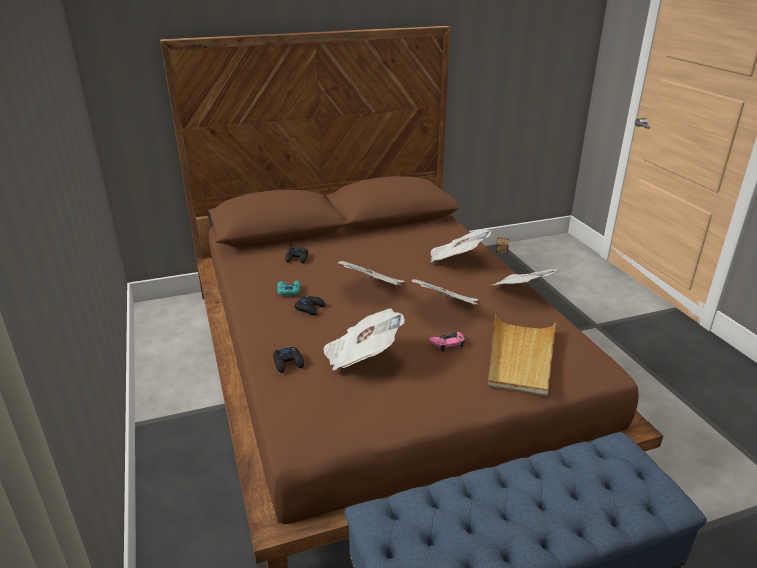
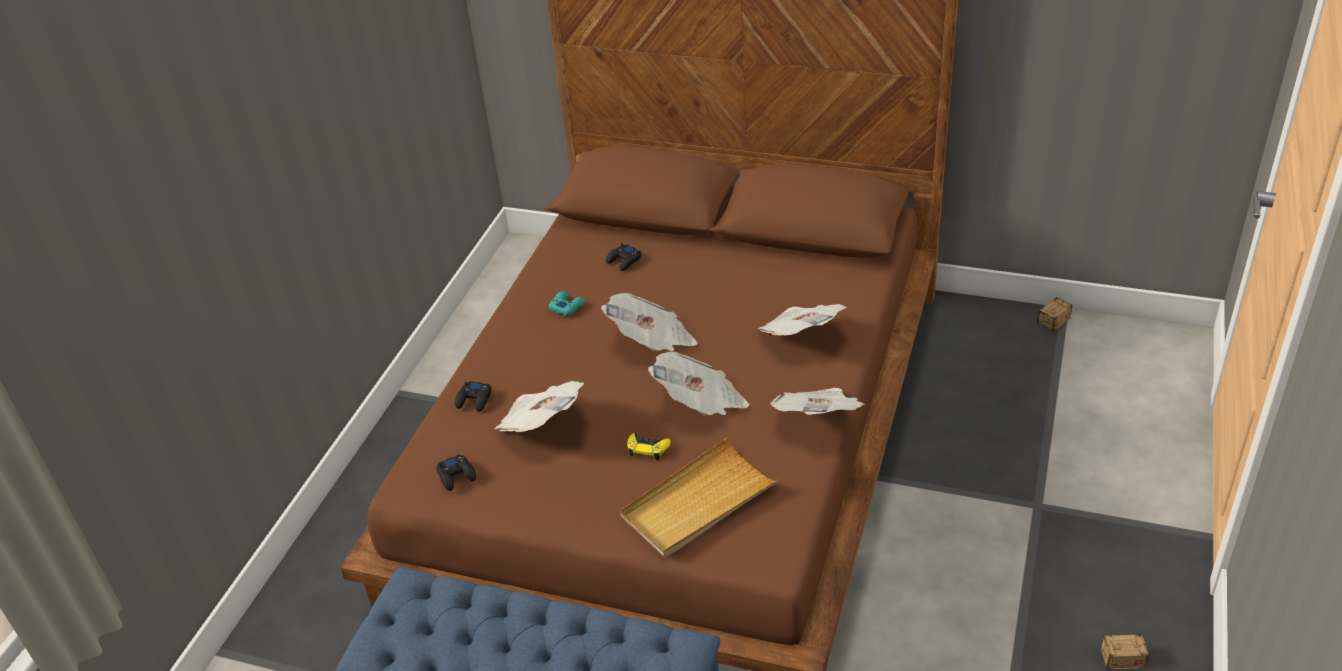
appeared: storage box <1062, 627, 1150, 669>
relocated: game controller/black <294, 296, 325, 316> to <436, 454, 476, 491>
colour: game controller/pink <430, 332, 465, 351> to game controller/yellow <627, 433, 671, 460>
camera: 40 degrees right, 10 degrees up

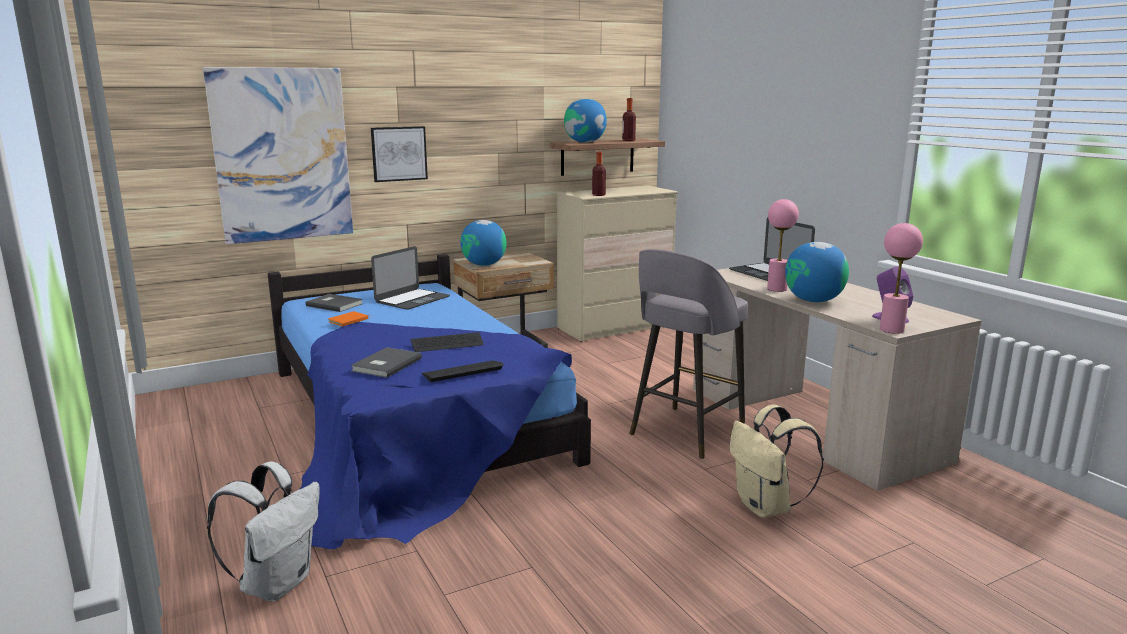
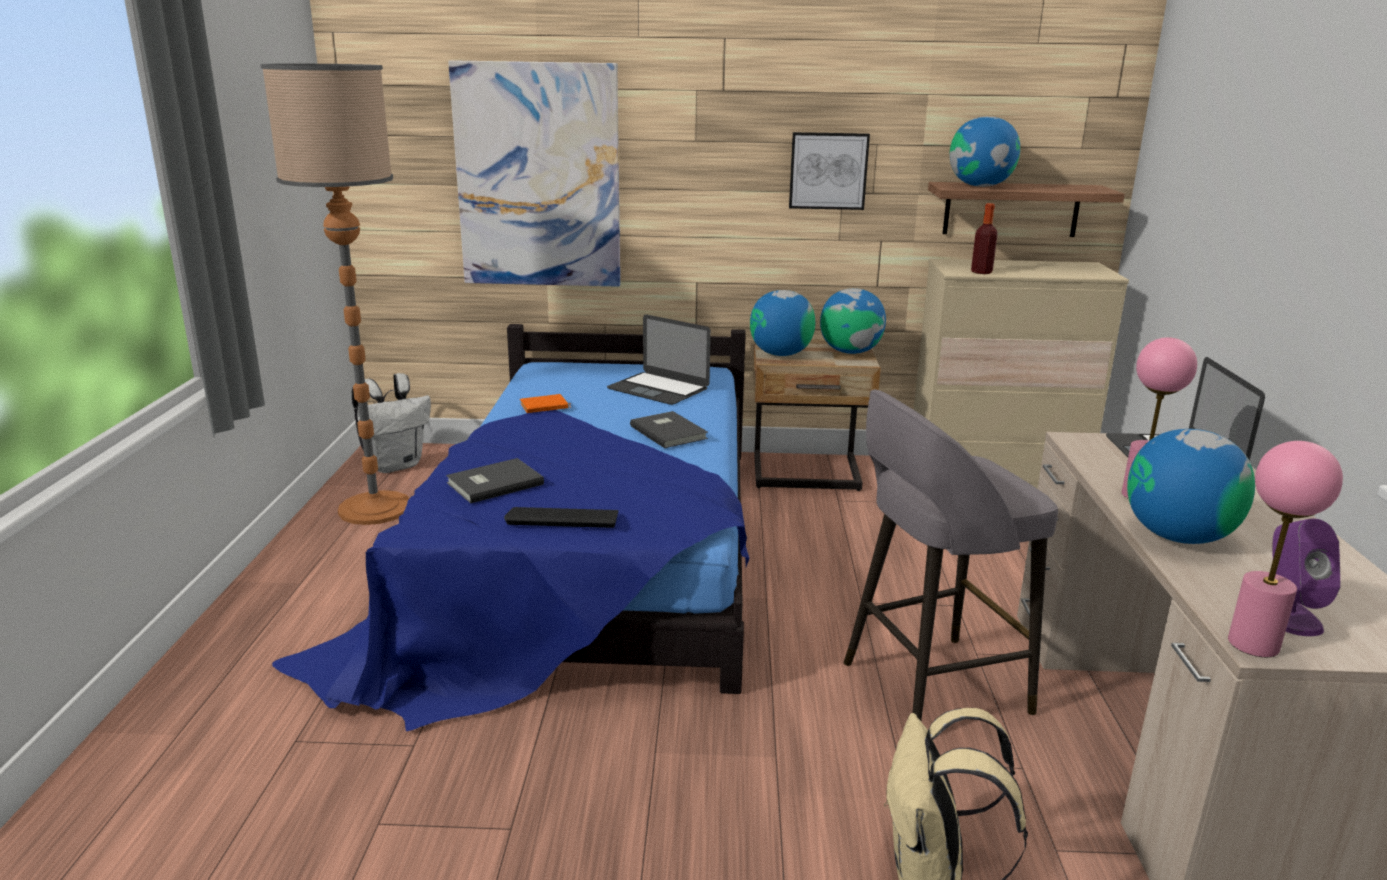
missing: keyboard <411, 332, 483, 352>; bottle <622, 98, 636, 141>
appeared: floor lamp <260, 64, 410, 525>; globe <820, 288, 886, 354>
relocated: backpack/white <207, 462, 320, 602> to <352, 373, 431, 473>; book/grey <305, 294, 363, 312> to <630, 411, 708, 448>; picture <371, 126, 428, 182> to <789, 132, 870, 210>
spun: laptop <371, 246, 450, 310> = <607, 314, 711, 405> 60 degrees clockwise
camera: 30 degrees right, 5 degrees up

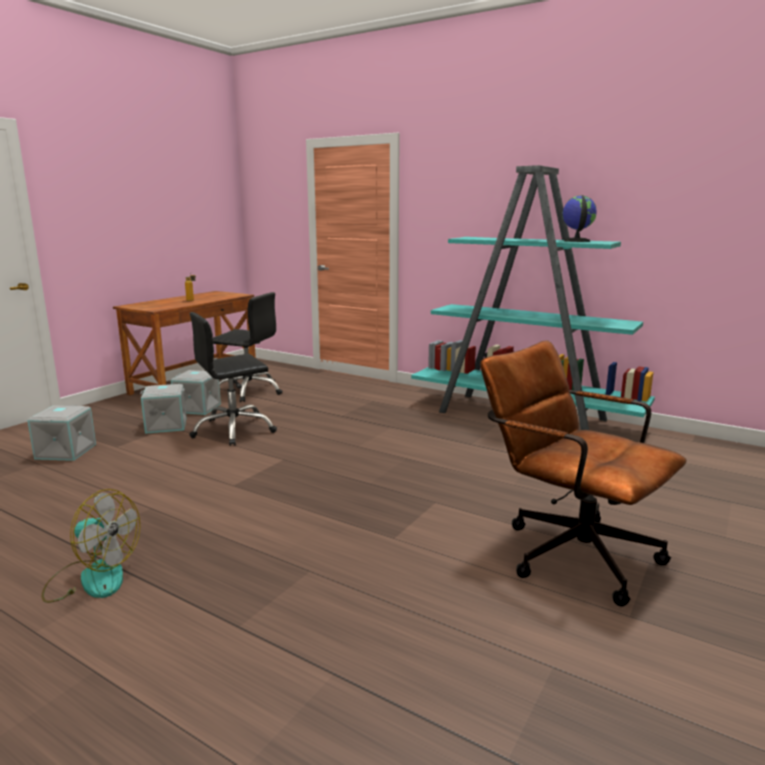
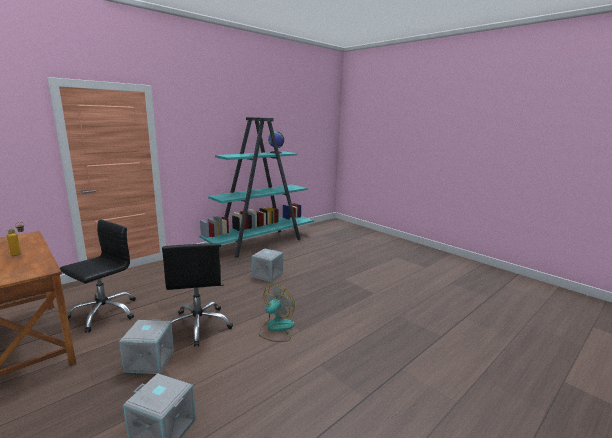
missing: office chair/brown <480, 340, 687, 606>
relocated: storage box/grey <171, 370, 221, 415> to <252, 248, 283, 282>; fan <42, 489, 140, 603> to <259, 284, 295, 342>
camera: 75 degrees left, 0 degrees up

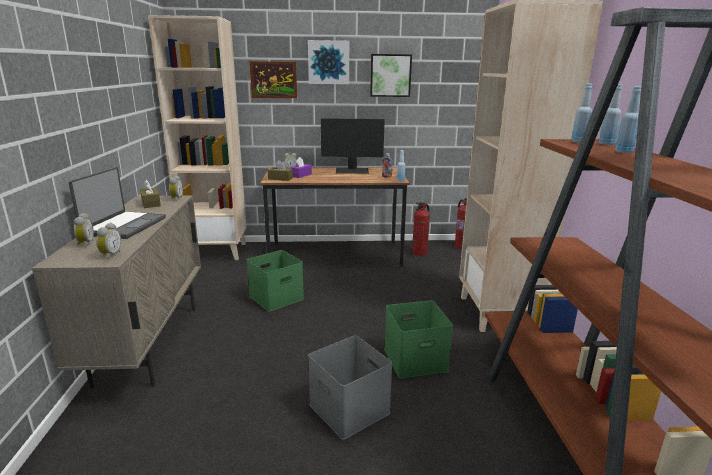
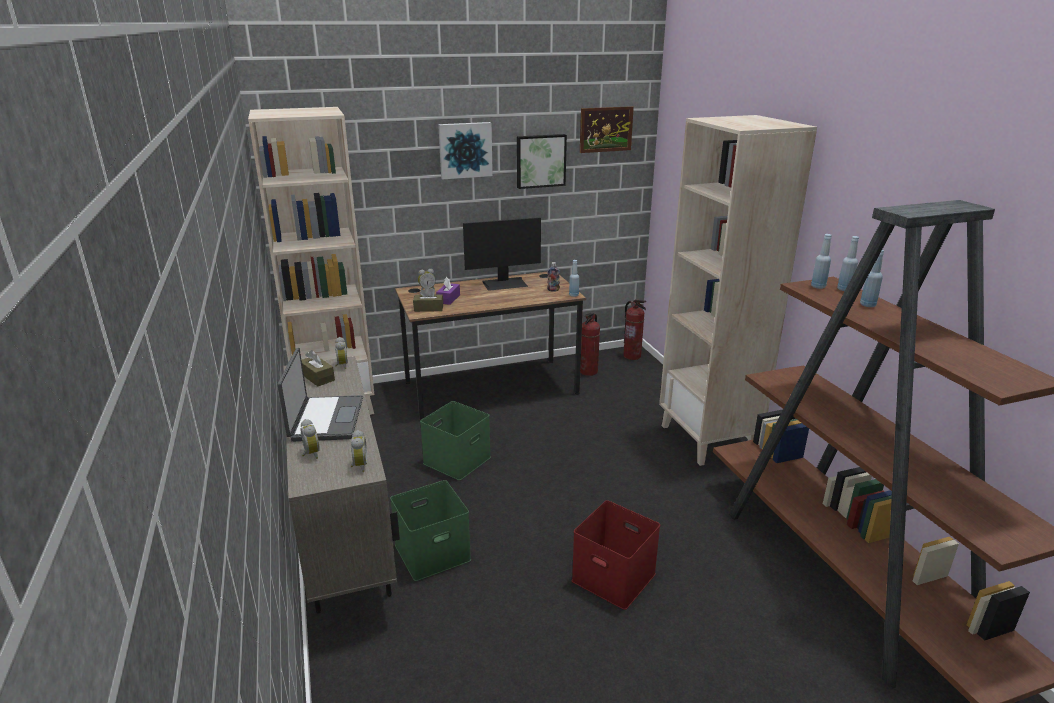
relocated: storage box/green <384, 300, 453, 379> to <390, 480, 471, 581>; picture <249, 61, 297, 98> to <580, 106, 634, 153>
colour: storage box/grey <308, 335, 392, 440> to storage box/red <572, 500, 660, 610>
camera: 15 degrees left, 5 degrees up

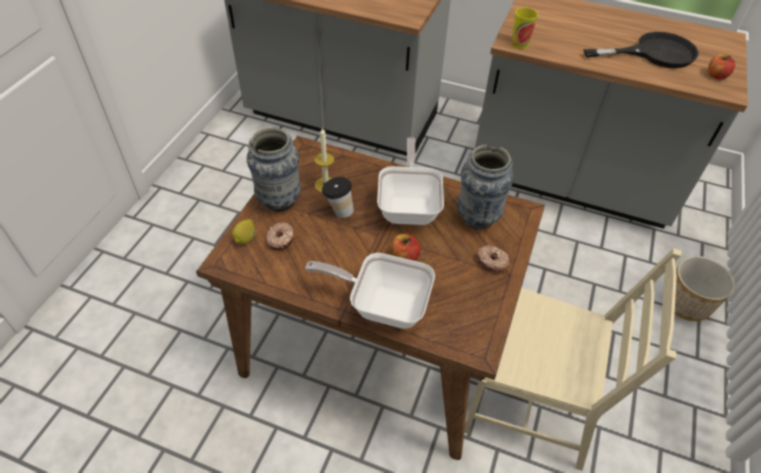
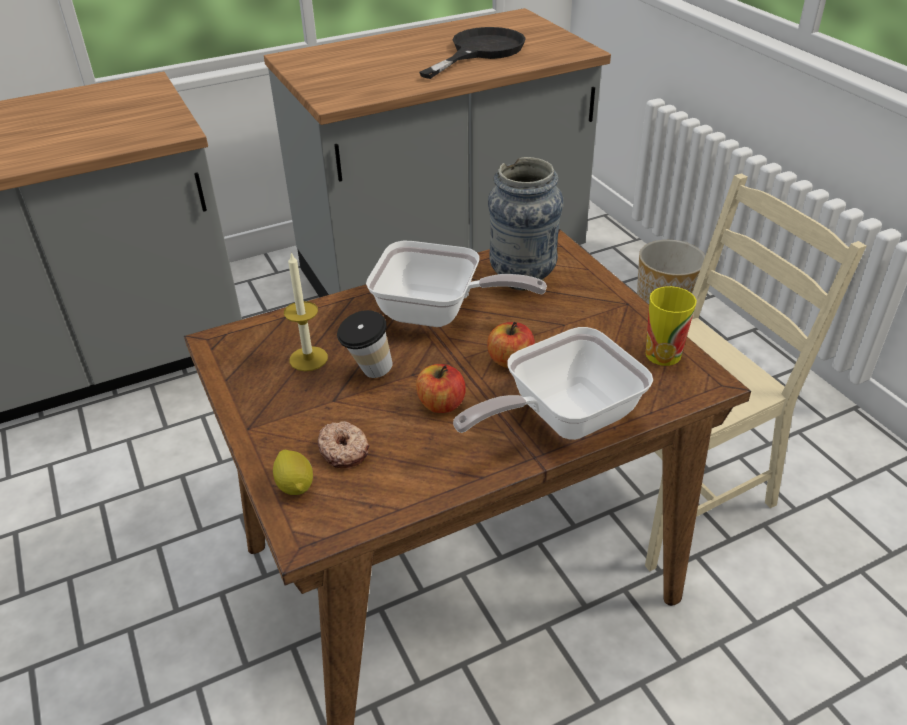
missing: vase <247, 127, 301, 212>; donut <477, 245, 511, 273>
relocated: apple <708, 54, 735, 79> to <416, 364, 466, 413>; cup <511, 7, 538, 49> to <646, 286, 697, 366>
spun: frying pan <377, 137, 444, 225> = <366, 241, 547, 327> 150 degrees clockwise
camera: 45 degrees left, 10 degrees down

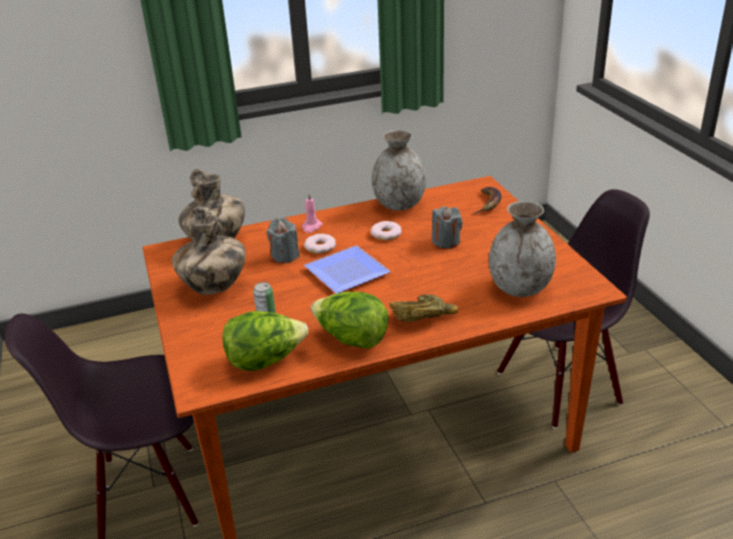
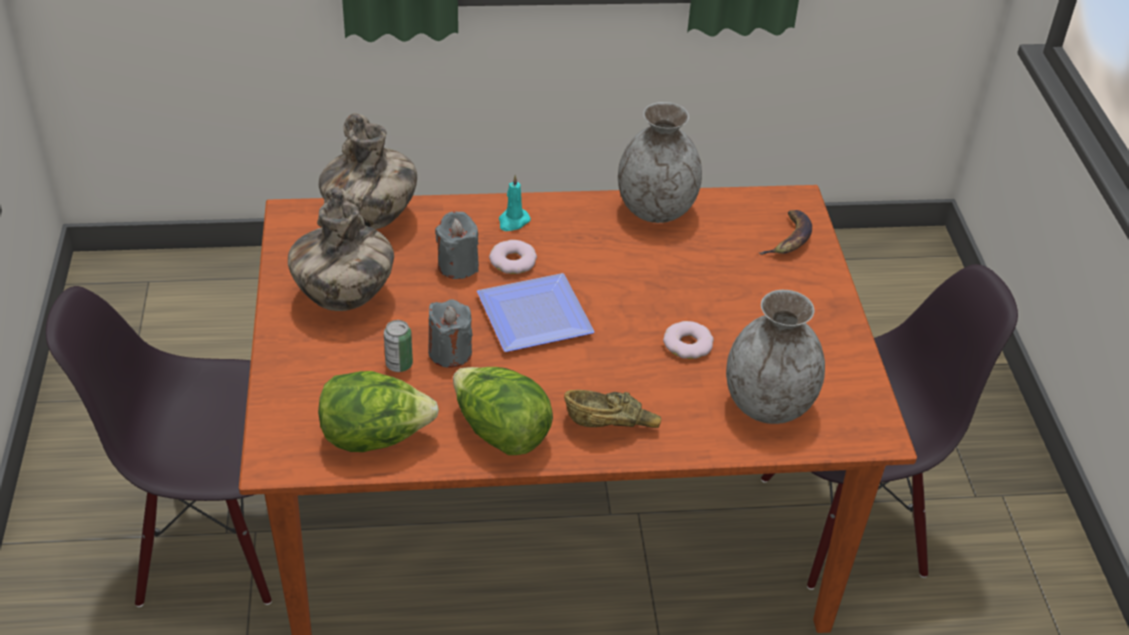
relocated: candle/grey <432, 206, 463, 249> to <428, 299, 473, 368>; donut <371, 221, 402, 240> to <663, 321, 714, 359>
colour: candle/pink <302, 193, 323, 233> to candle/turquoise <499, 175, 531, 231>
camera: 10 degrees right, 10 degrees up

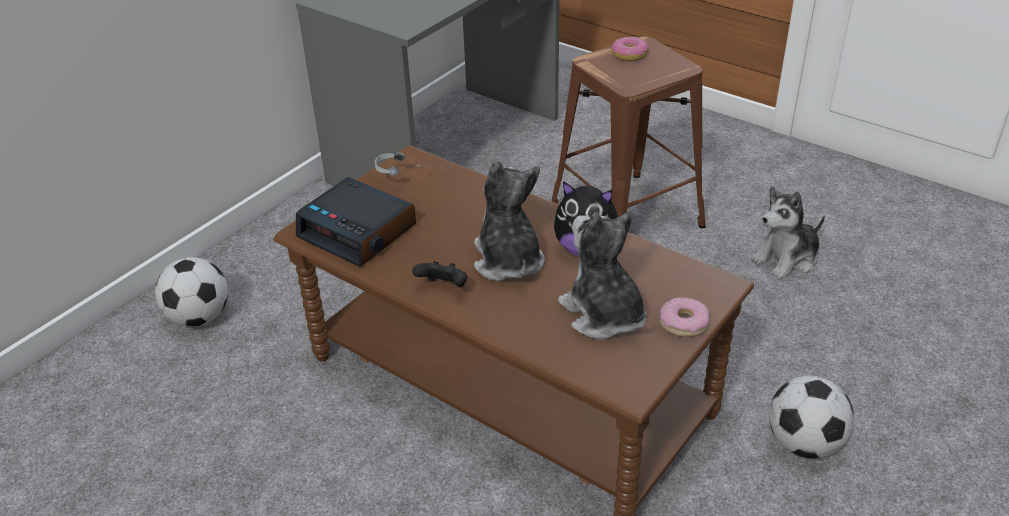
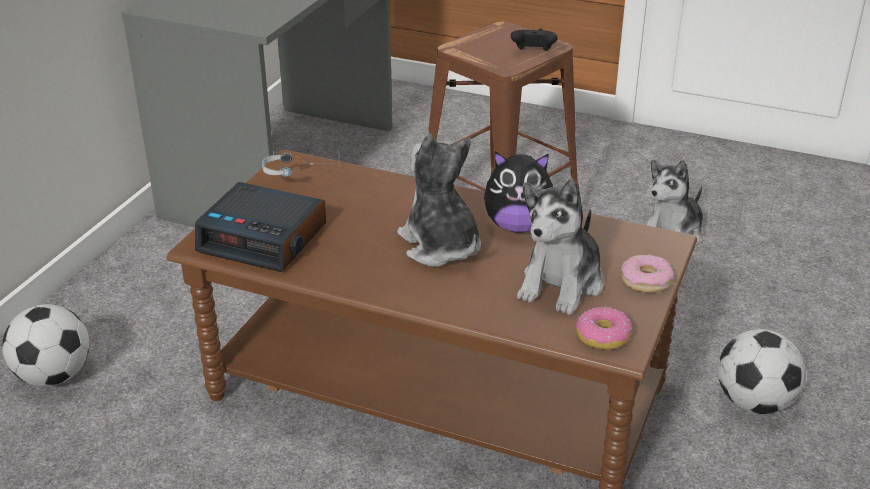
relocated: game controller/black <412, 261, 467, 287> to <511, 29, 558, 51>; donut <612, 37, 648, 61> to <576, 306, 632, 350>
spun: plush toy <558, 211, 647, 339> = <517, 179, 604, 315> 105 degrees counterclockwise
camera: 15 degrees left, 5 degrees down

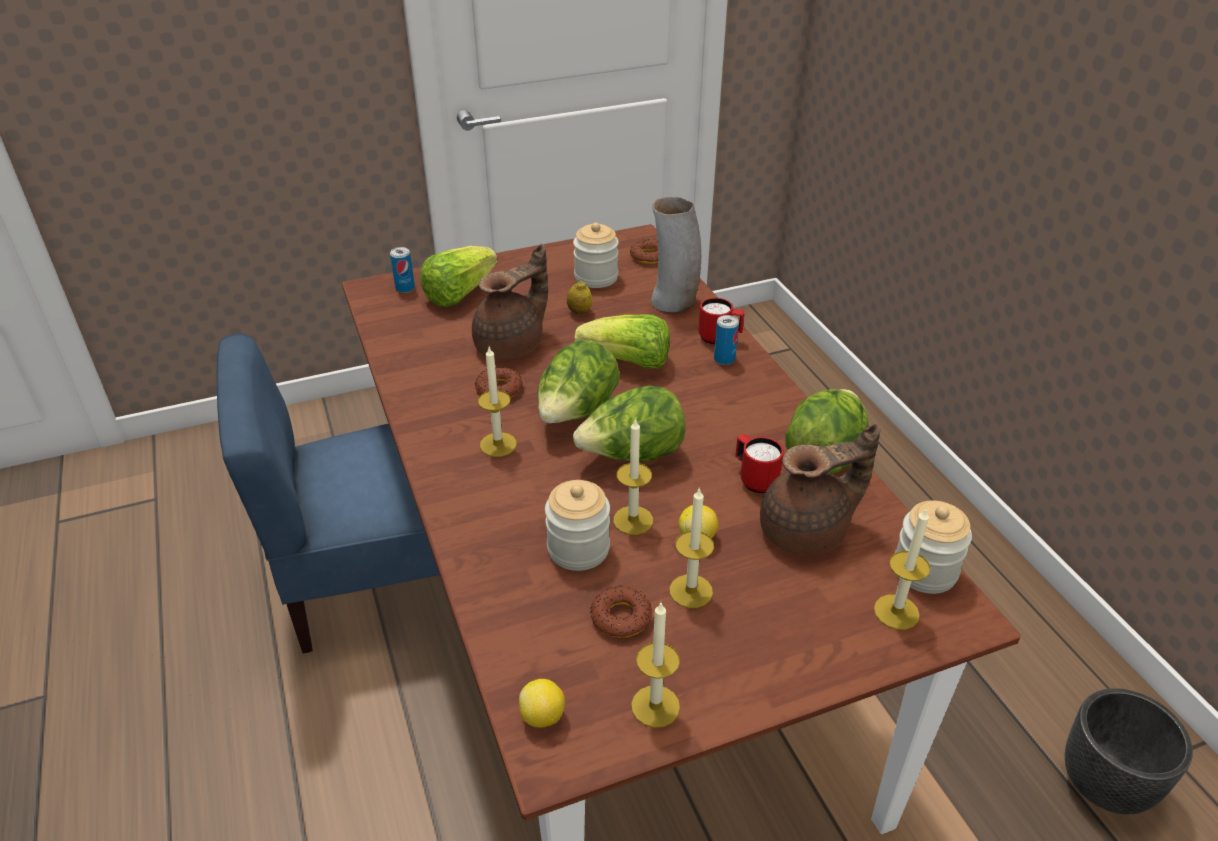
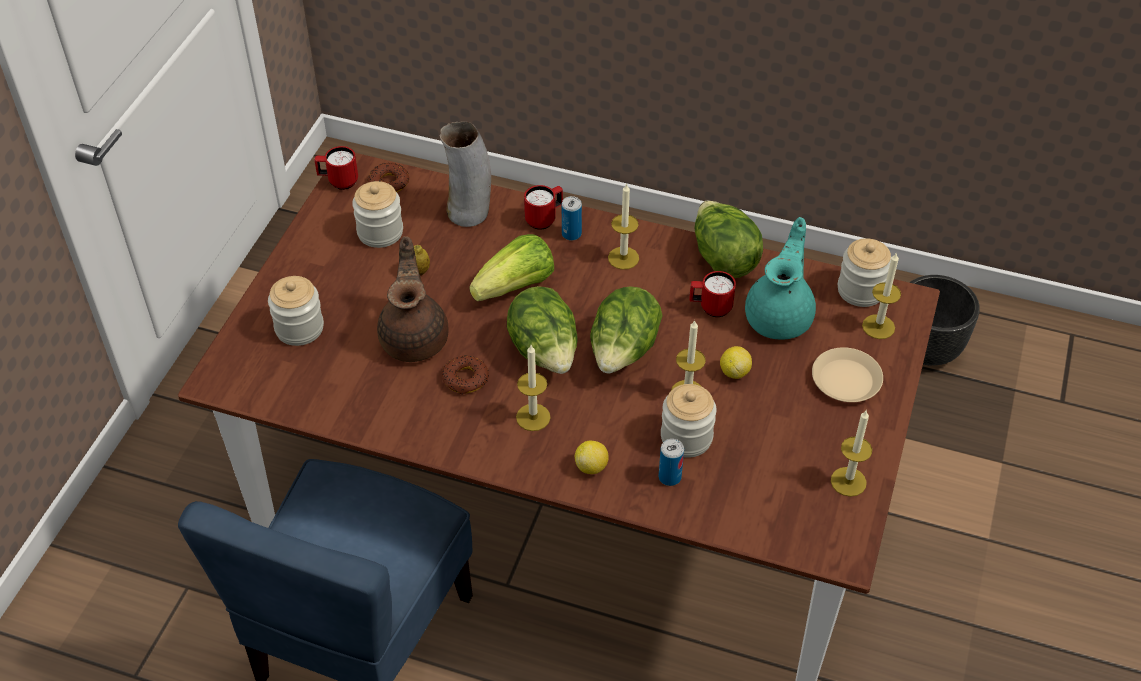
missing: donut <590, 585, 652, 638>
appeared: mug/red <314, 146, 358, 190>; plate/beige <812, 347, 883, 402>
relocated: lemon <519, 679, 565, 728> to <575, 441, 609, 474>; candle <669, 487, 714, 608> to <608, 183, 639, 270>; can <390, 247, 415, 293> to <659, 439, 684, 486>
exchanged: lettuce <420, 246, 498, 307> to jar <268, 276, 324, 346>
colour: teapot/brown <760, 423, 880, 555> to teapot/turquoise <745, 217, 816, 339>
camera: 50 degrees left, 10 degrees up

